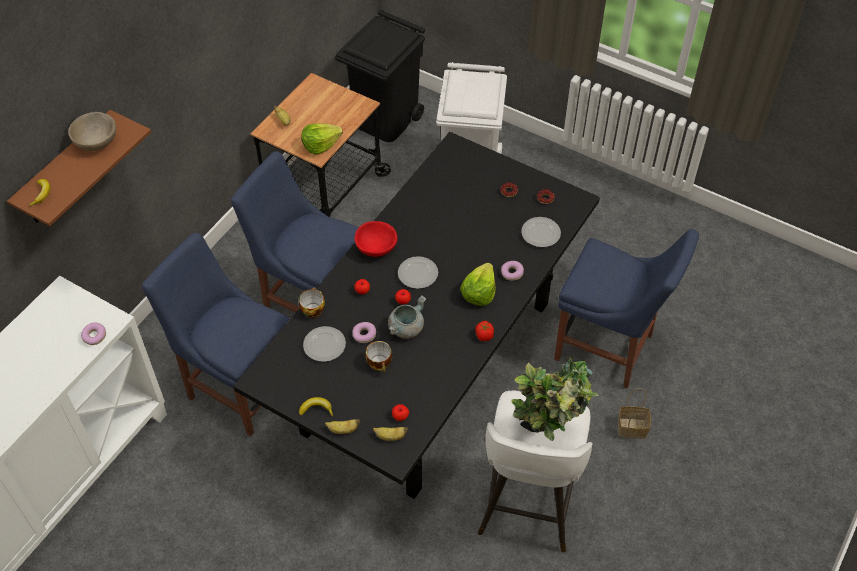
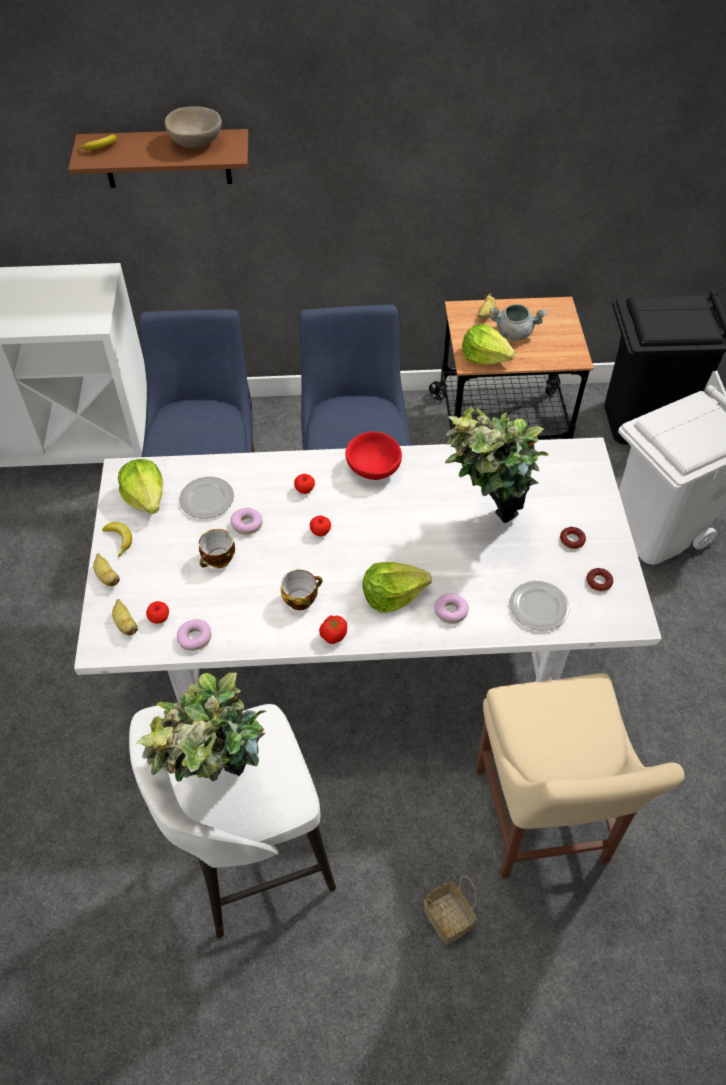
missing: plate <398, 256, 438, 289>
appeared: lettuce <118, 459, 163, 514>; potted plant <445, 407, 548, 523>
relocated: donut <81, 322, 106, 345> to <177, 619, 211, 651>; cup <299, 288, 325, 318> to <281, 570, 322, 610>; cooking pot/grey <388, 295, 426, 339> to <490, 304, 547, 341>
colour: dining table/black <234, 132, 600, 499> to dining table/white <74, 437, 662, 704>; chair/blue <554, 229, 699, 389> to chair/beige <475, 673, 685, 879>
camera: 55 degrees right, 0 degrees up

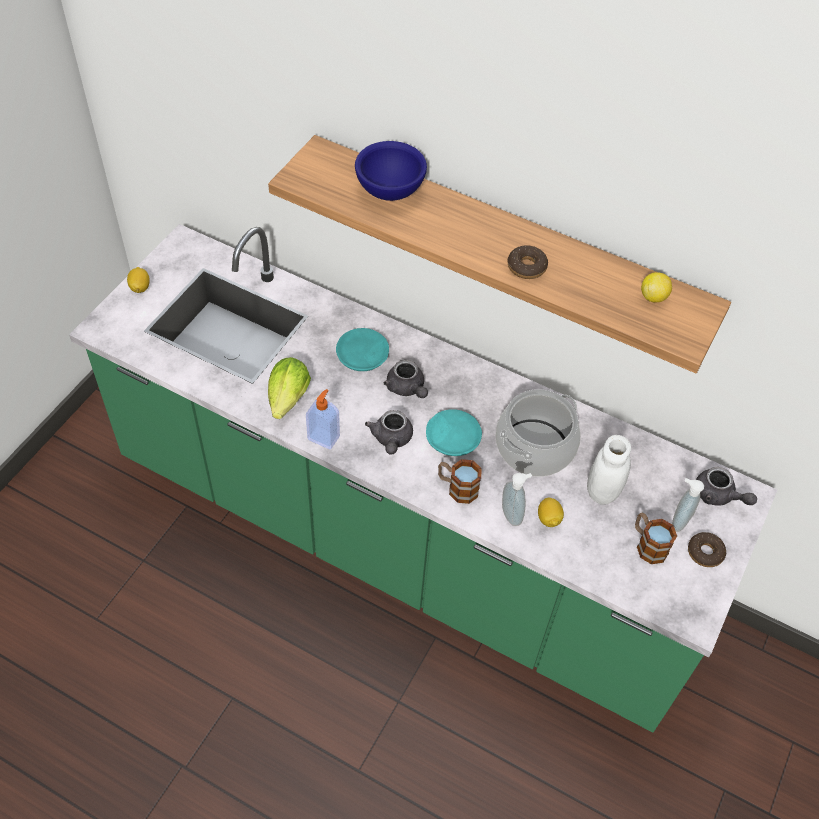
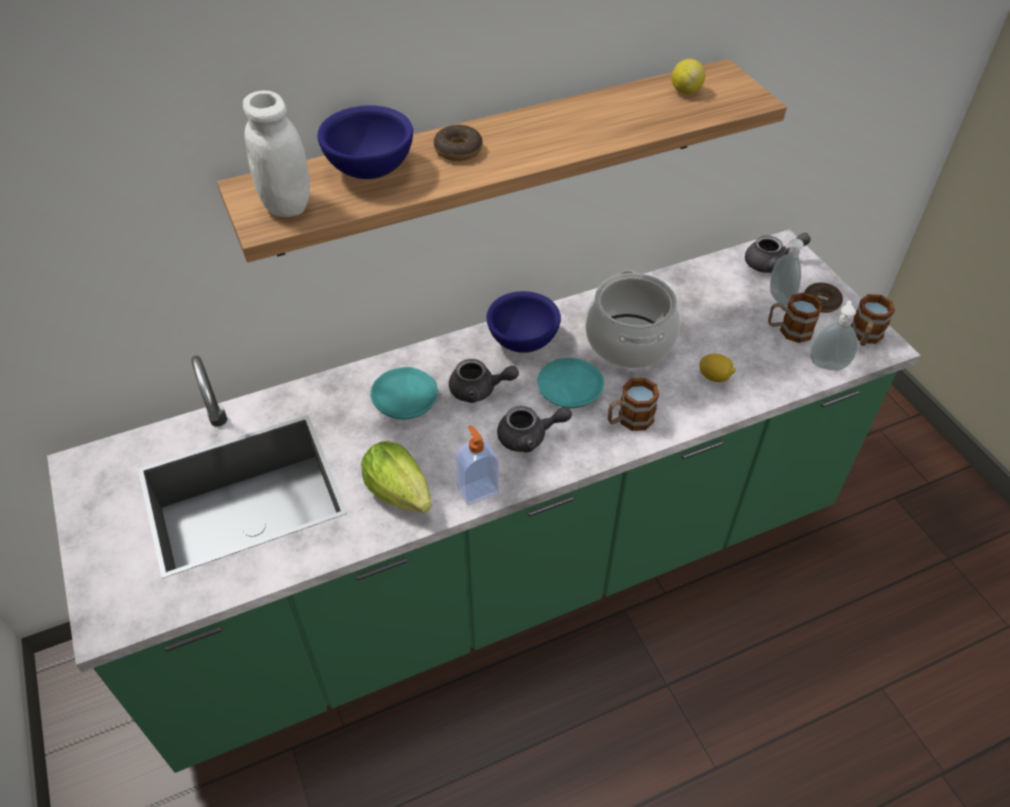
missing: lemon <127, 267, 150, 293>
appeared: bowl/blue <486, 291, 561, 353>; mug <851, 294, 895, 346>
relocated: jar/white <587, 435, 631, 505> to <243, 90, 310, 217>; donut <508, 245, 548, 279> to <434, 125, 482, 161>; soap dispenser <502, 473, 532, 526> to <810, 300, 858, 371>
spun: teapot/grey <365, 410, 413, 455> = <497, 406, 572, 452> 45 degrees counterclockwise
camera: 50 degrees left, 5 degrees down

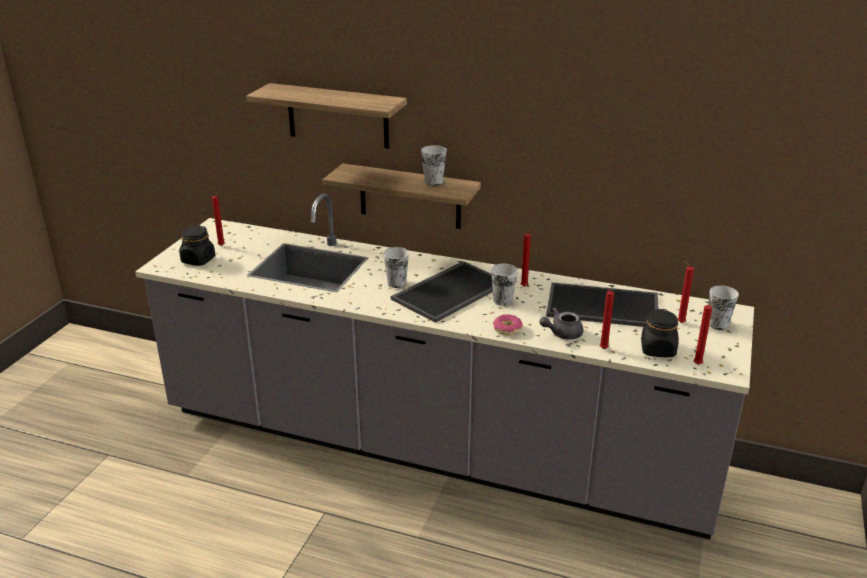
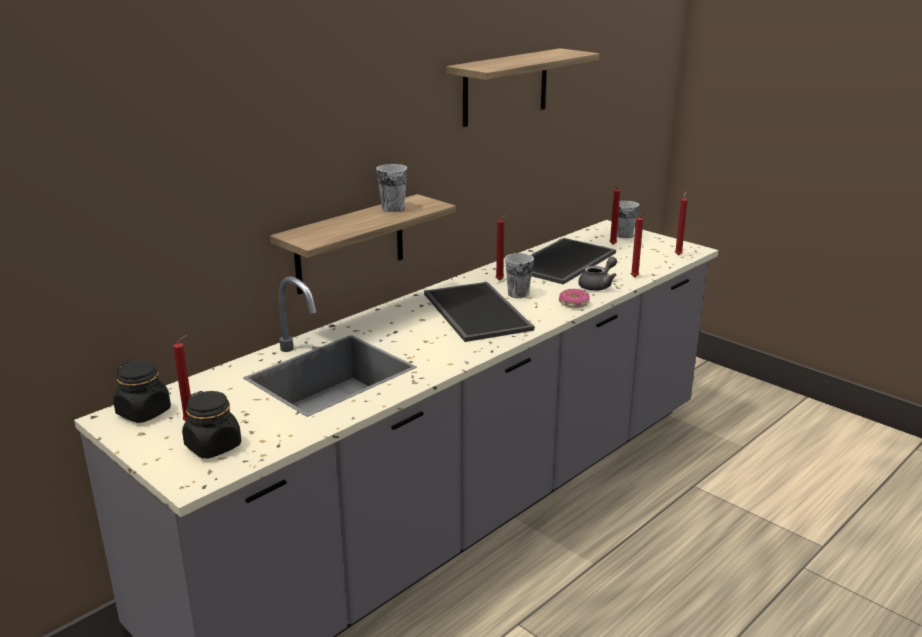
missing: cup <383, 247, 409, 288>
relocated: jar/black <641, 309, 678, 357> to <113, 360, 171, 423>; shelf <246, 83, 407, 149> to <446, 48, 599, 127>
spun: teapot/grey <539, 307, 583, 340> = <578, 257, 617, 291> 135 degrees counterclockwise
camera: 65 degrees left, 5 degrees down

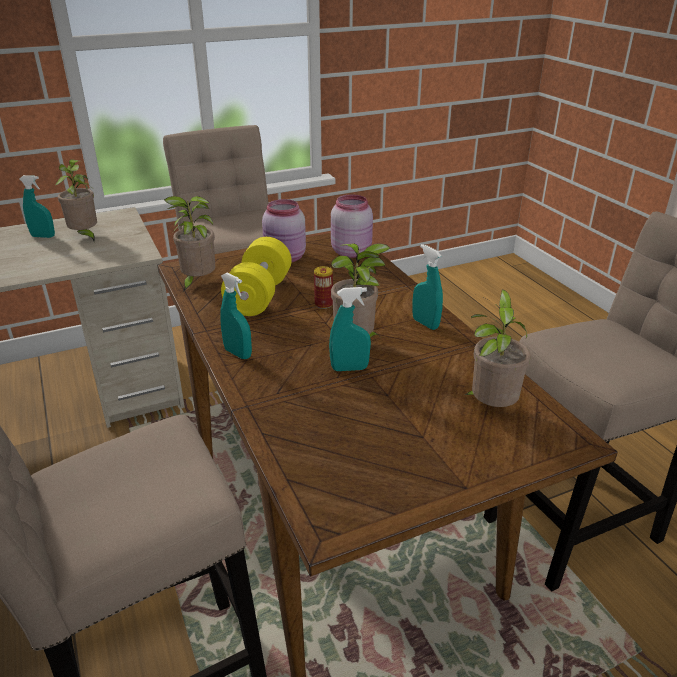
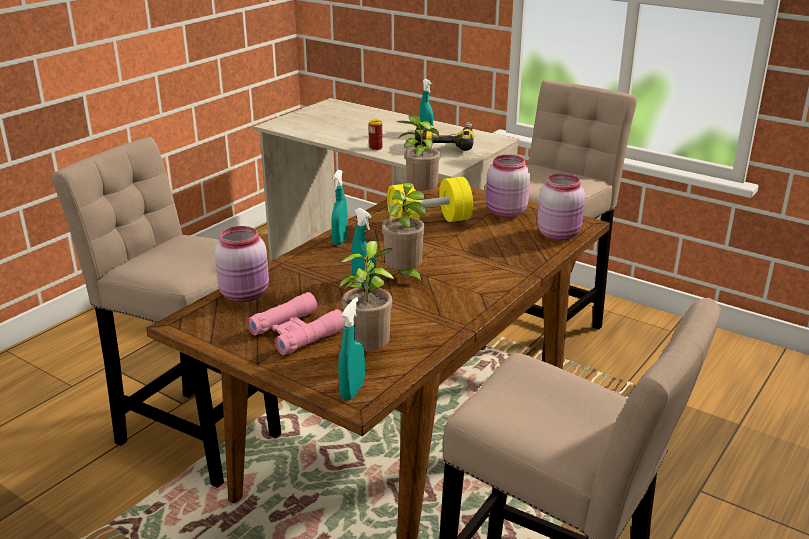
appeared: jar/pink <214, 226, 269, 302>; binoculars/pink <247, 292, 345, 355>
relocated: spray bottle/turquoise <412, 244, 443, 330> to <338, 297, 365, 401>; can <314, 266, 333, 309> to <369, 120, 382, 150>
exchanged: potted plant <56, 159, 97, 241> to power drill <414, 122, 474, 151>
camera: 60 degrees right, 5 degrees down

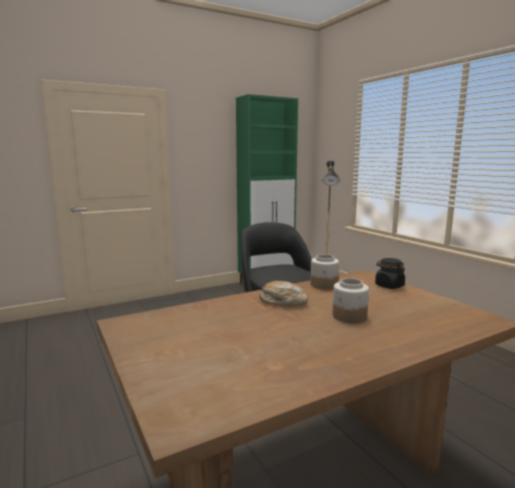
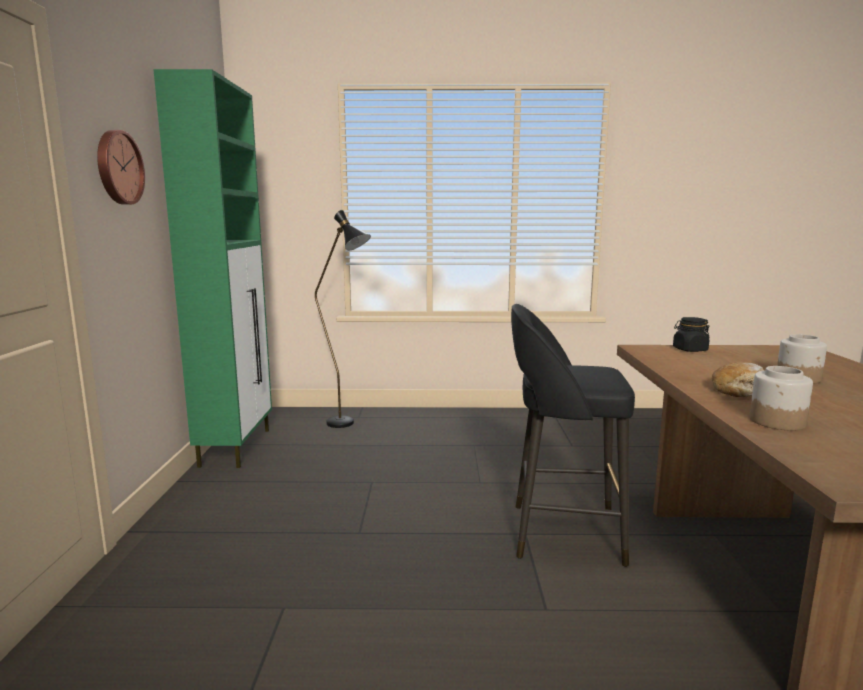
appeared: wall clock <97, 130, 145, 205>
relocated: jar <310, 254, 339, 290> to <750, 366, 813, 431>
camera: 60 degrees left, 0 degrees up

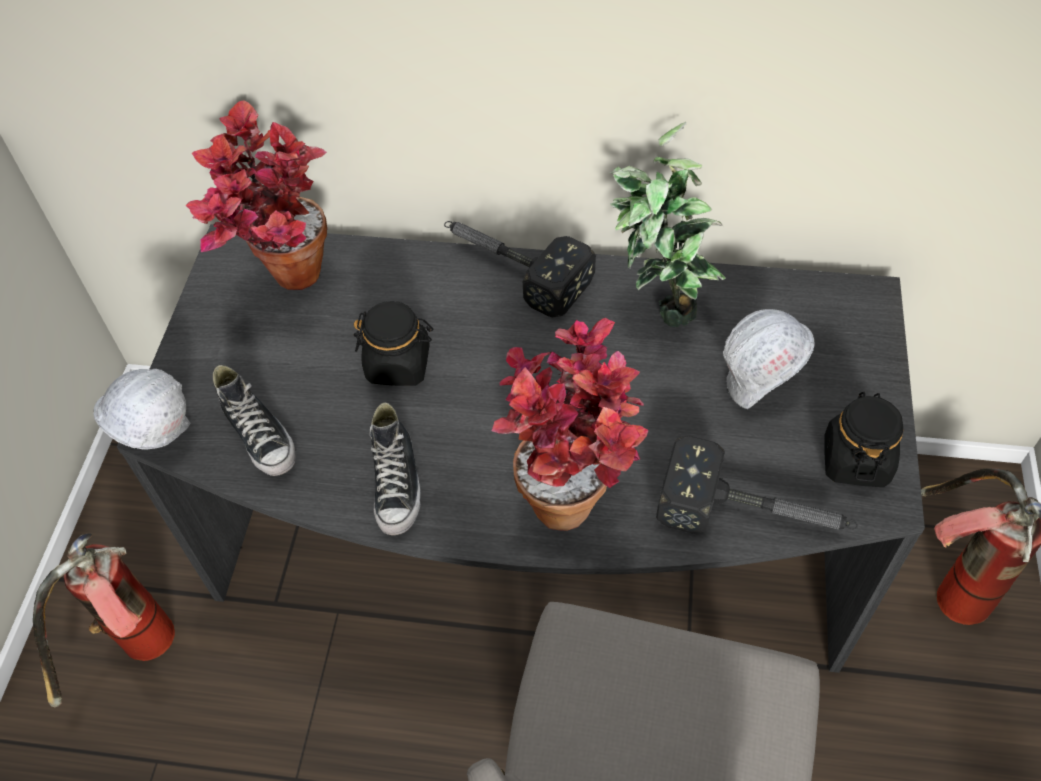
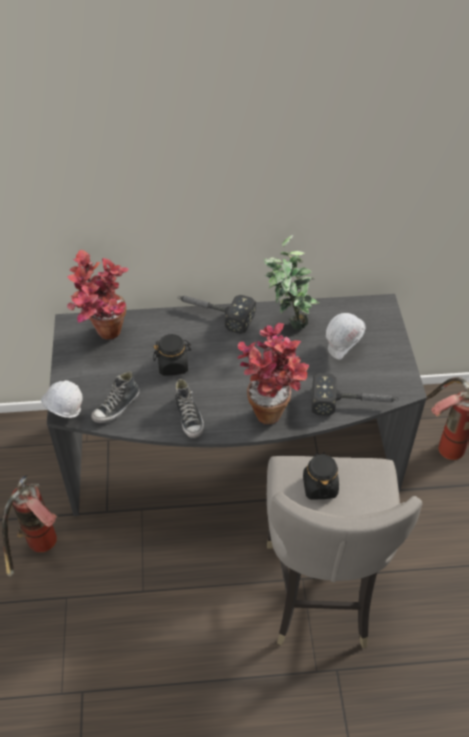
relocated: jar/black <825, 392, 903, 487> to <303, 452, 339, 500>
spun: shoe <212, 365, 296, 476> = <91, 371, 139, 423> 90 degrees clockwise
camera: 15 degrees left, 5 degrees down

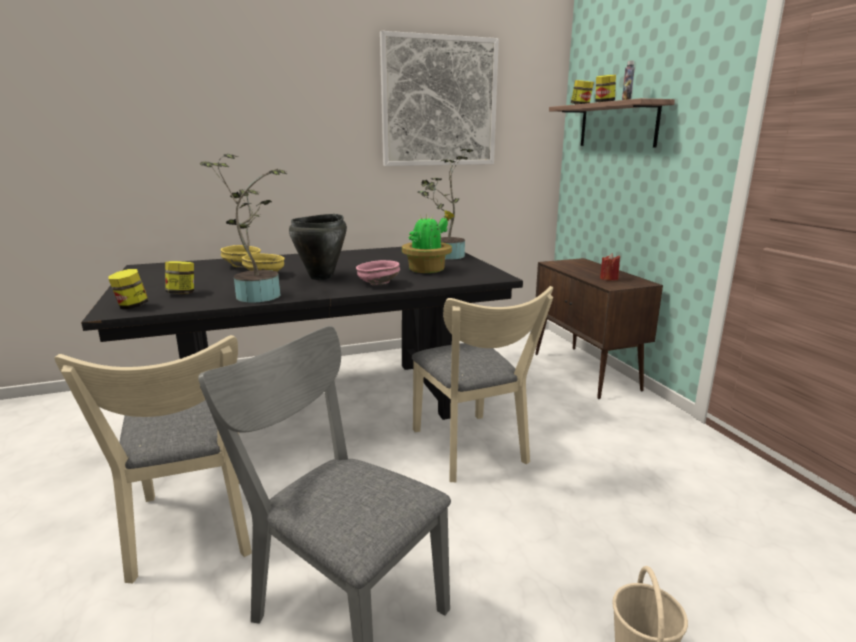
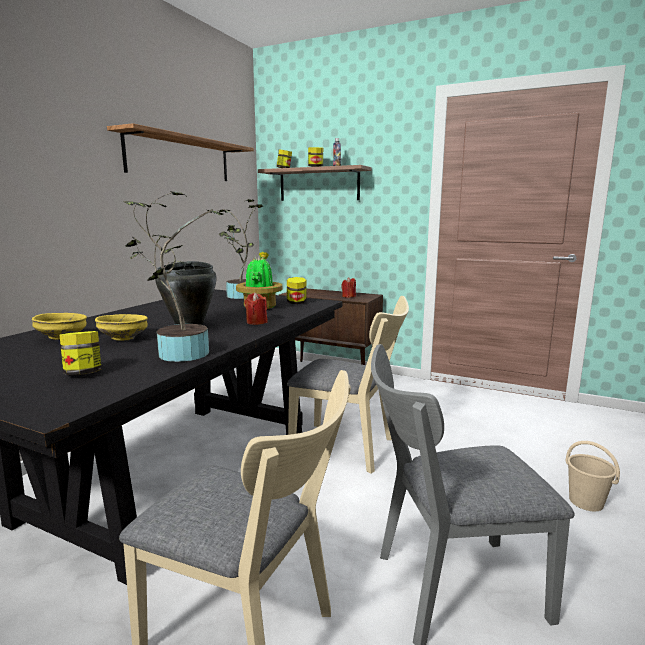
relocated: jar <108, 269, 149, 309> to <287, 277, 306, 304>
exchanged: picture <380, 31, 499, 166> to shelf <107, 123, 254, 181>; bowl/pink <356, 260, 400, 285> to candle/red <245, 292, 268, 325>
camera: 45 degrees left, 5 degrees down

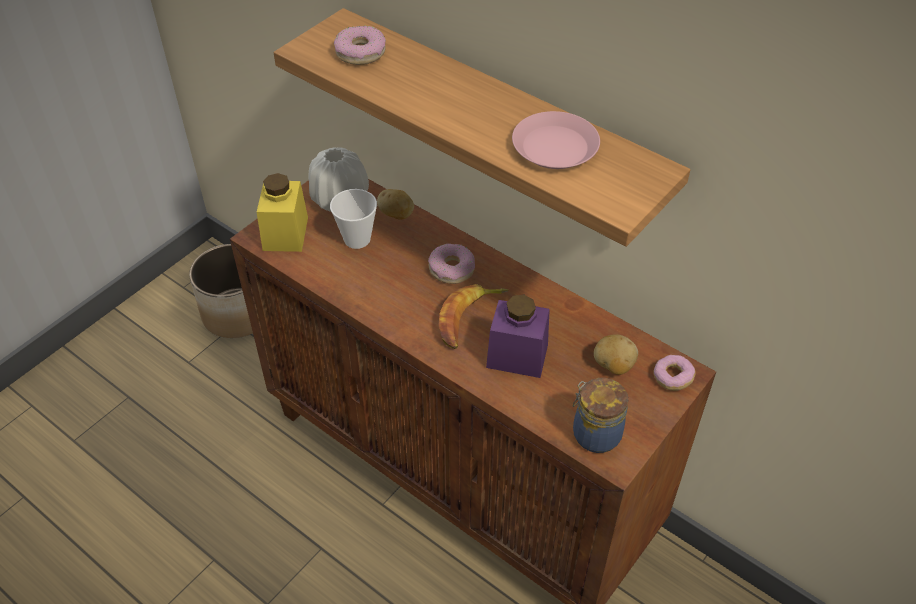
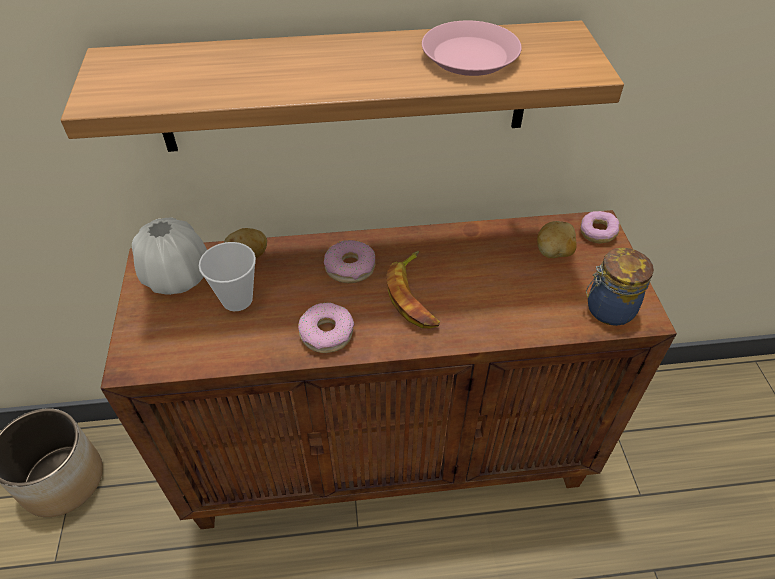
missing: jar/yellow <257, 173, 308, 252>; jar/purple <486, 295, 550, 378>
relocated: donut <334, 26, 386, 65> to <298, 303, 354, 353>
camera: 45 degrees left, 0 degrees up

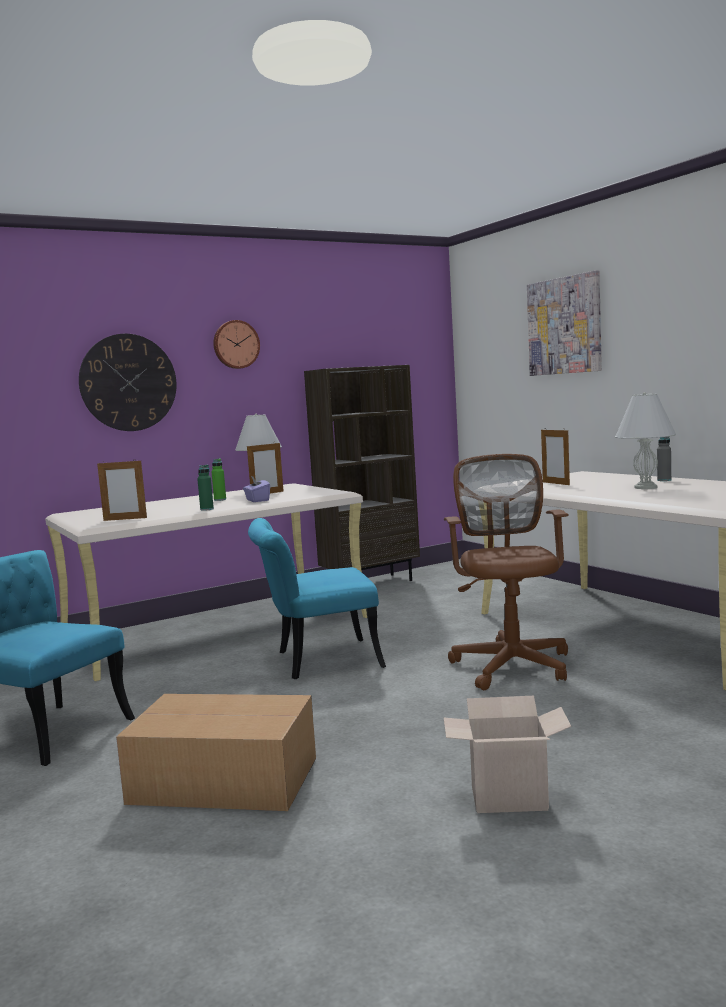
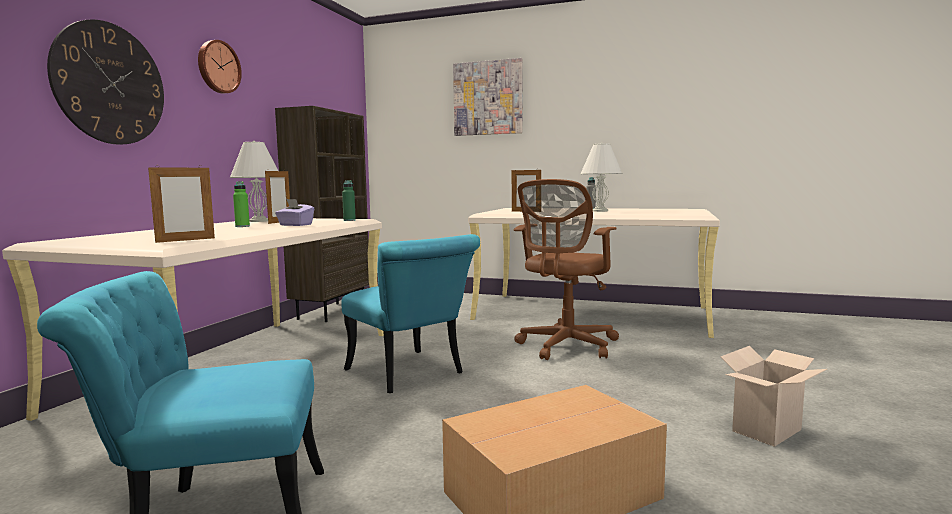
relocated: bottle/green <197, 465, 214, 511> to <342, 180, 356, 221>
spun: chair/turquoise <248, 518, 386, 679> = <341, 234, 480, 393> 75 degrees counterclockwise; office chair/brown <444, 454, 568, 690> = <513, 179, 619, 360> 105 degrees counterclockwise
camera: 40 degrees left, 0 degrees up

